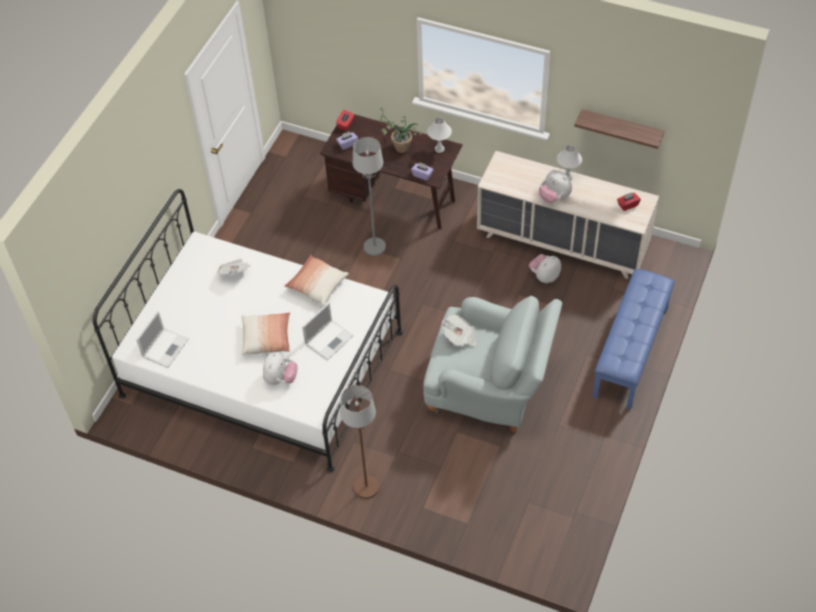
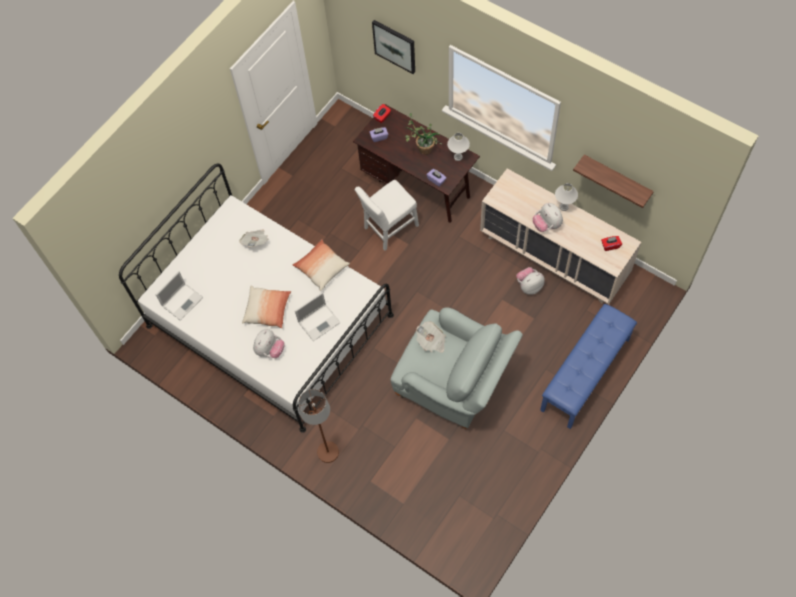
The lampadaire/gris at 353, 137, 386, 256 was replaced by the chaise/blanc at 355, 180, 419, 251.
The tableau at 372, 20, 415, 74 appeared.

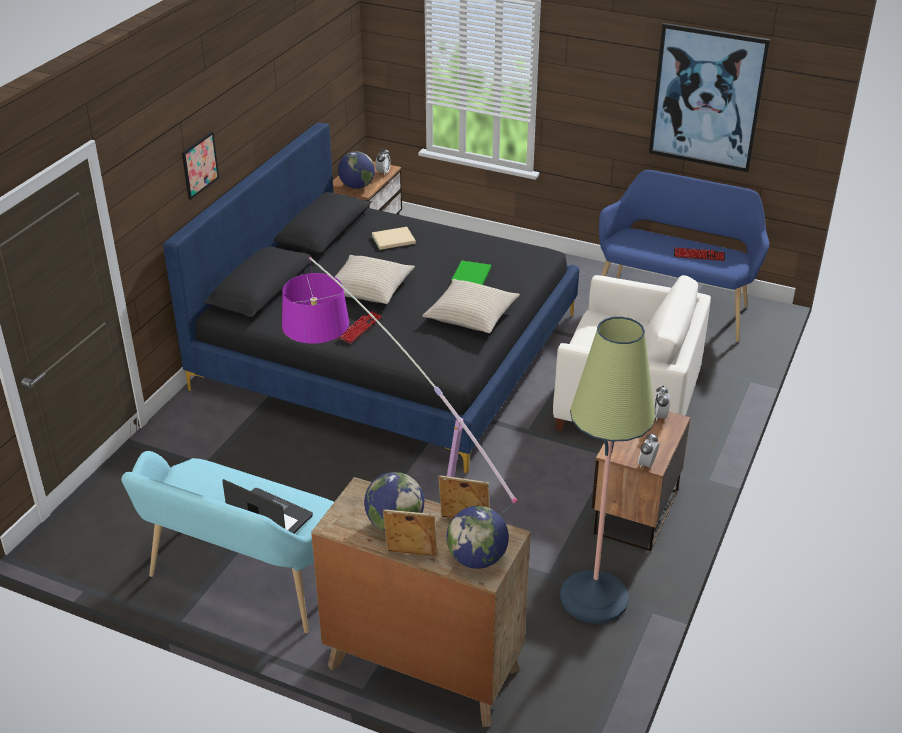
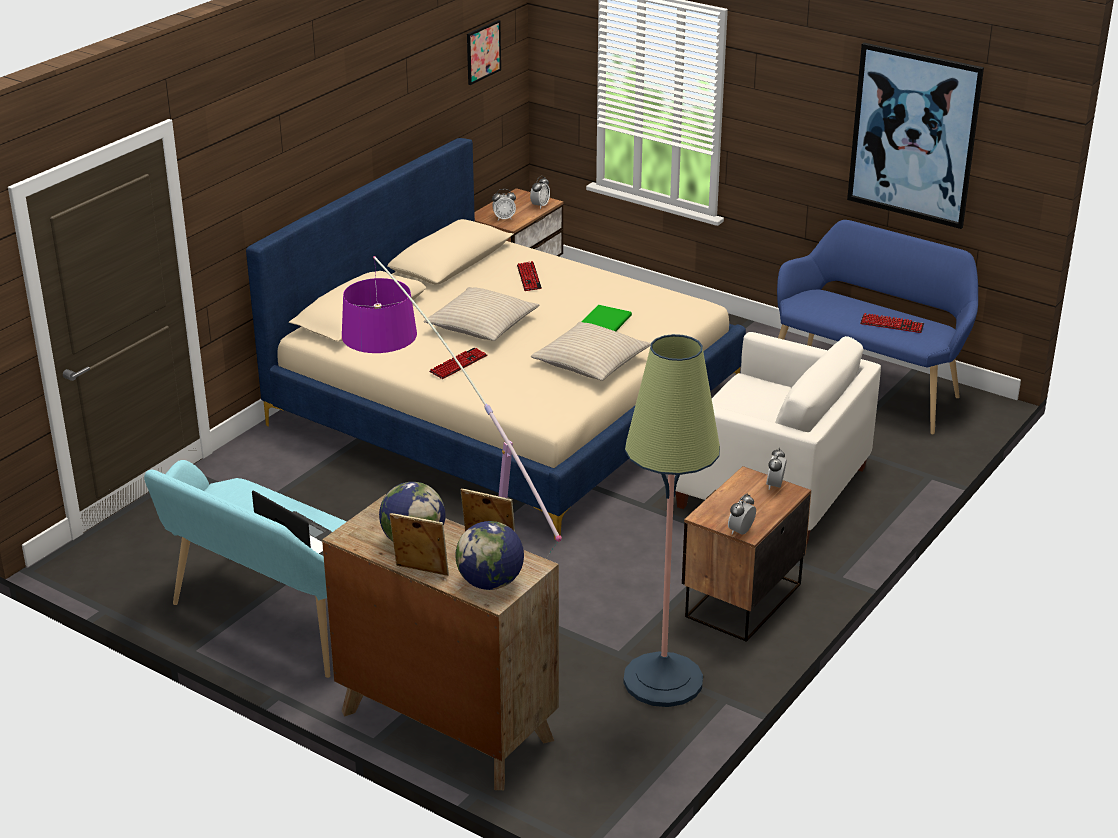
The lit/noir at 163, 123, 579, 473 became the lit/beige at 246, 138, 746, 540.
The tableau moved from 182, 132, 219, 200 to 467, 20, 501, 85.
The globe at 338, 151, 375, 189 was replaced by the réveil at 492, 189, 516, 220.
The livre/beige at 372, 227, 416, 250 was replaced by the clavier at 517, 261, 542, 291.

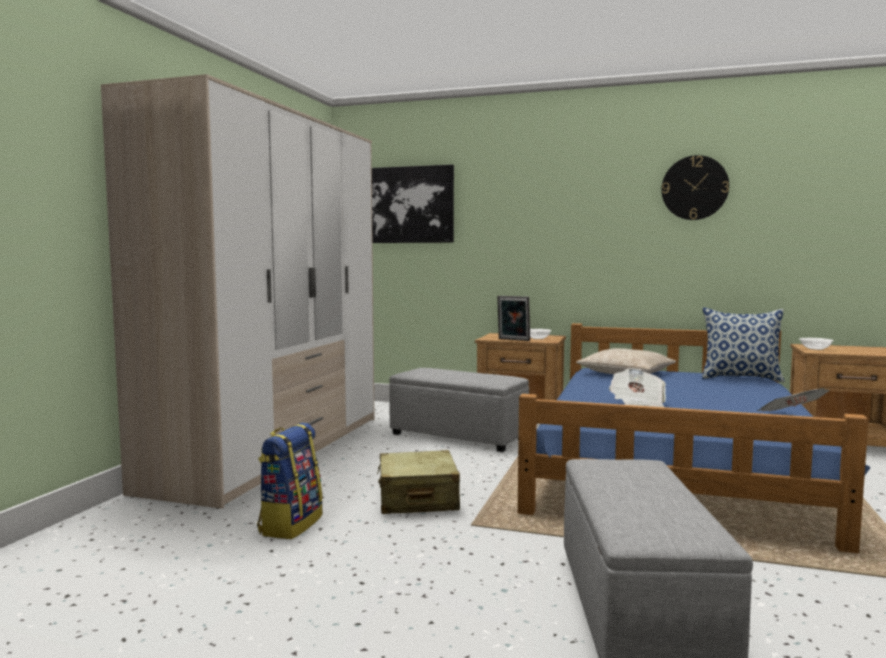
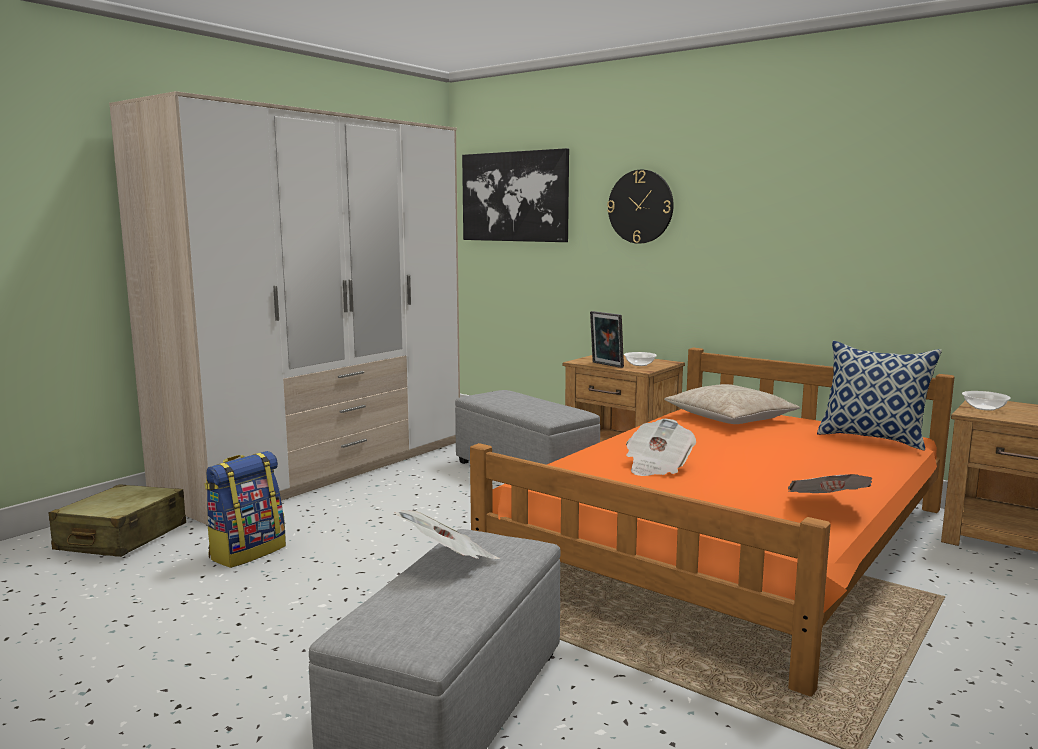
The valise/beige moved from 377, 450, 460, 514 to 48, 484, 186, 557.
The journal at 394, 510, 500, 559 appeared.
The lit/bleu at 518, 323, 871, 553 became the lit/orange at 470, 348, 955, 696.
The horloge murale moved from 661, 155, 729, 220 to 607, 170, 673, 244.

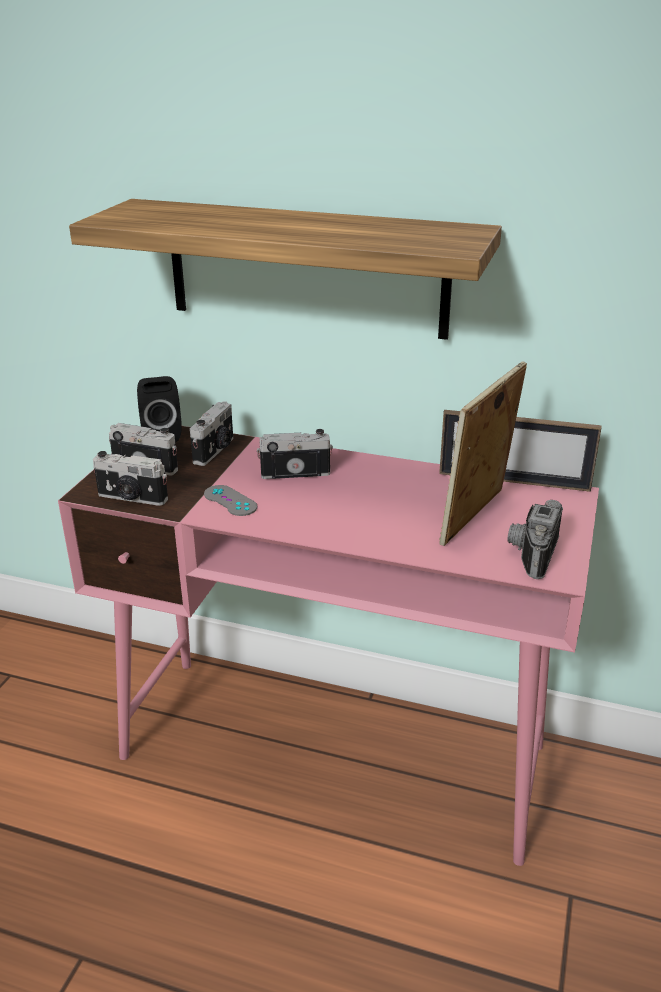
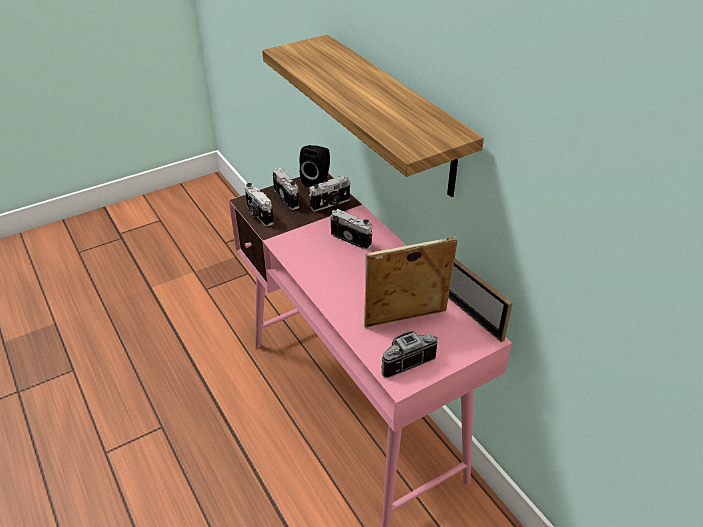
The manette/gris at 204, 485, 257, 516 disappeared.

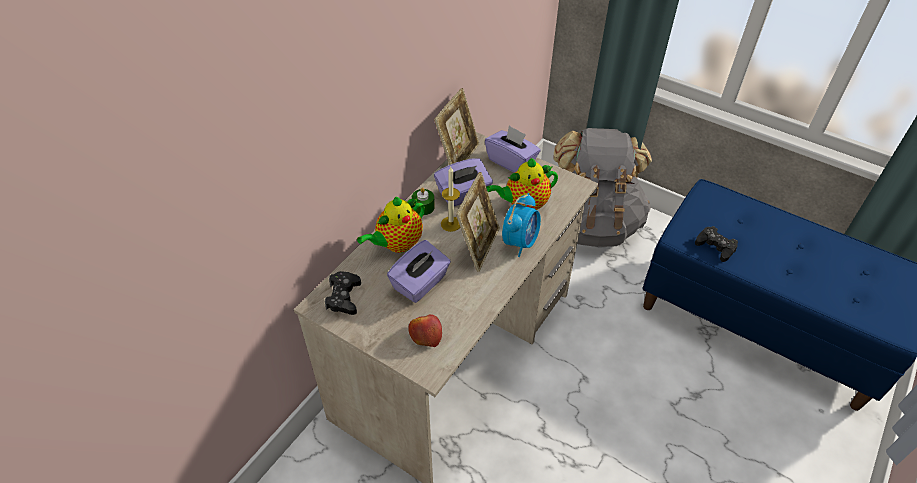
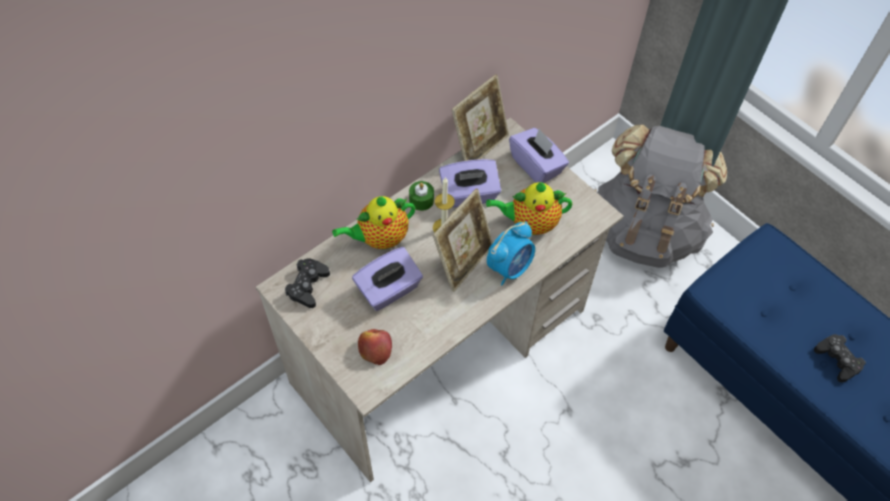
The manette/noir moved from 695, 226, 738, 262 to 814, 334, 866, 382.

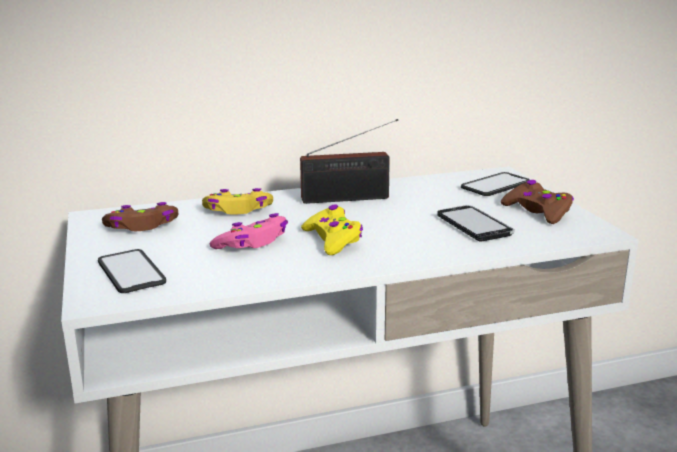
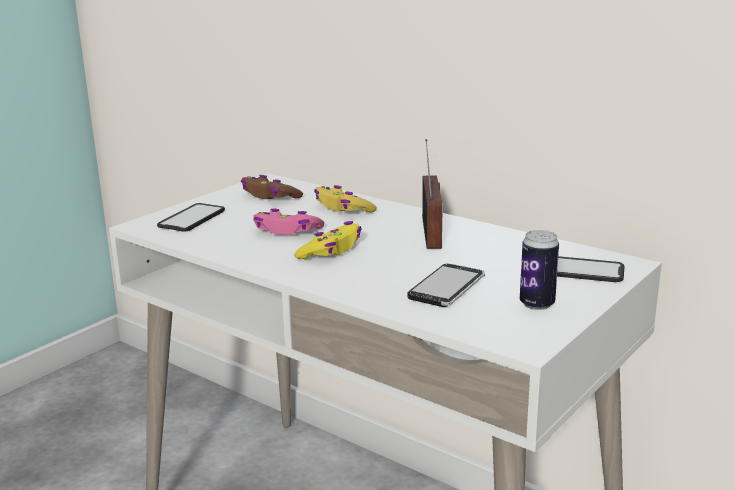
The radio at 300, 119, 398, 204 turned 135 degrees counterclockwise.
The manette/marron at 501, 180, 574, 224 was replaced by the boîte métallique at 520, 230, 559, 310.

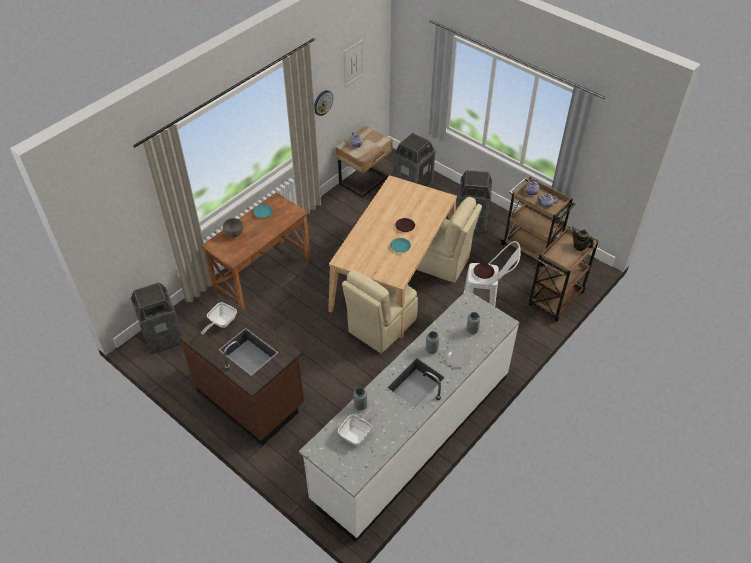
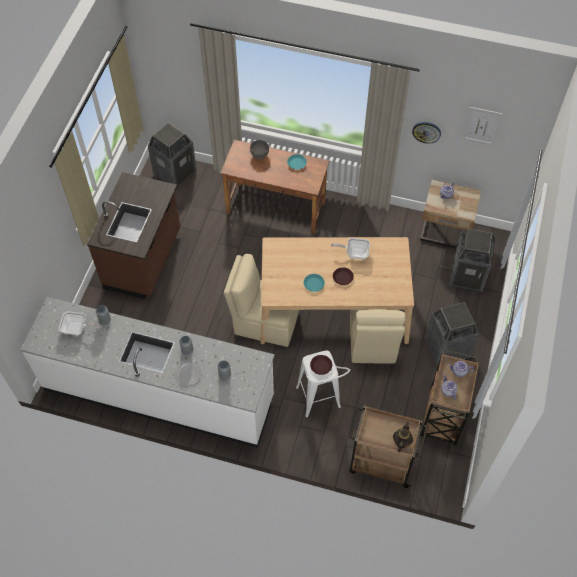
The poêle moved from 201, 302, 237, 335 to 331, 238, 370, 260.

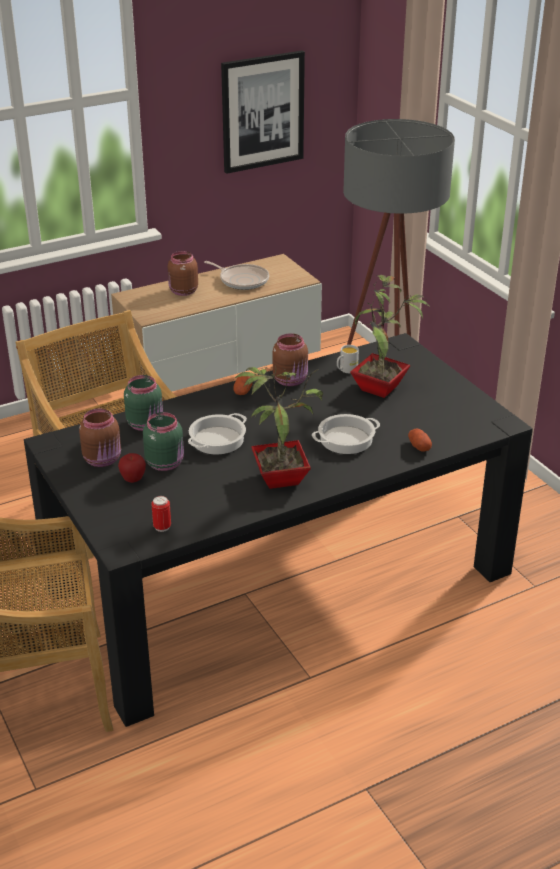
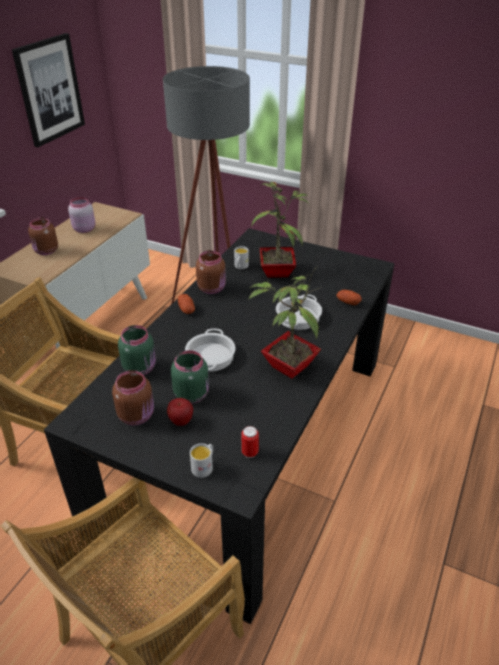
The poêle at 204, 261, 269, 290 was replaced by the bocal/rose at 68, 197, 95, 233.
The mug/blanc at 190, 443, 213, 478 appeared.

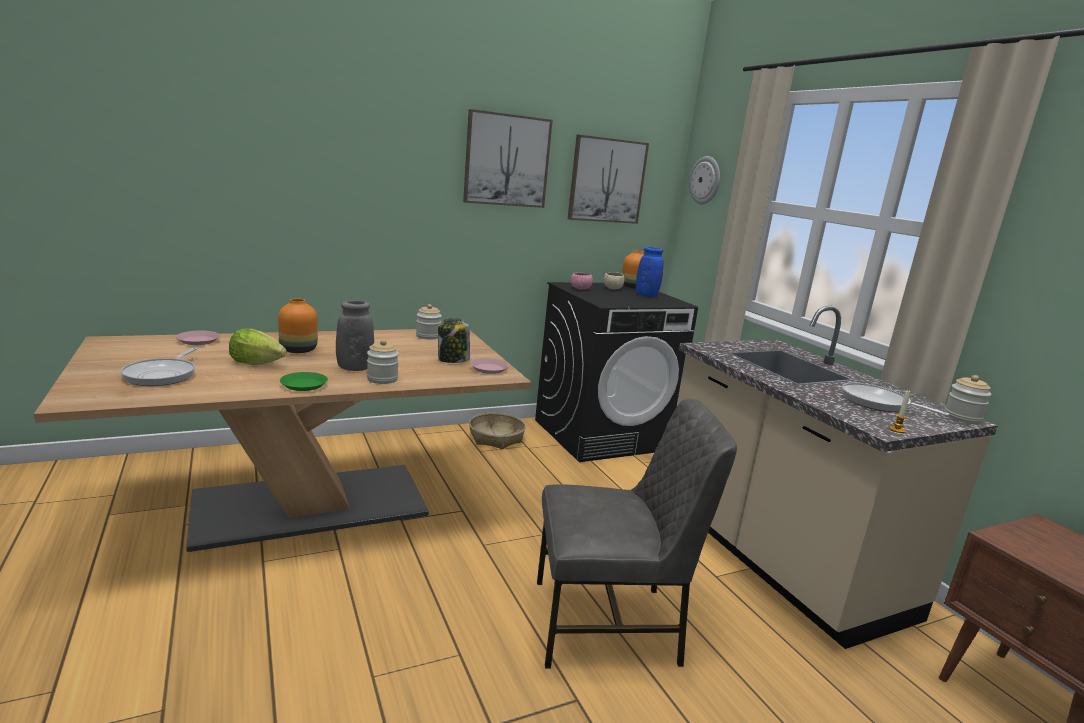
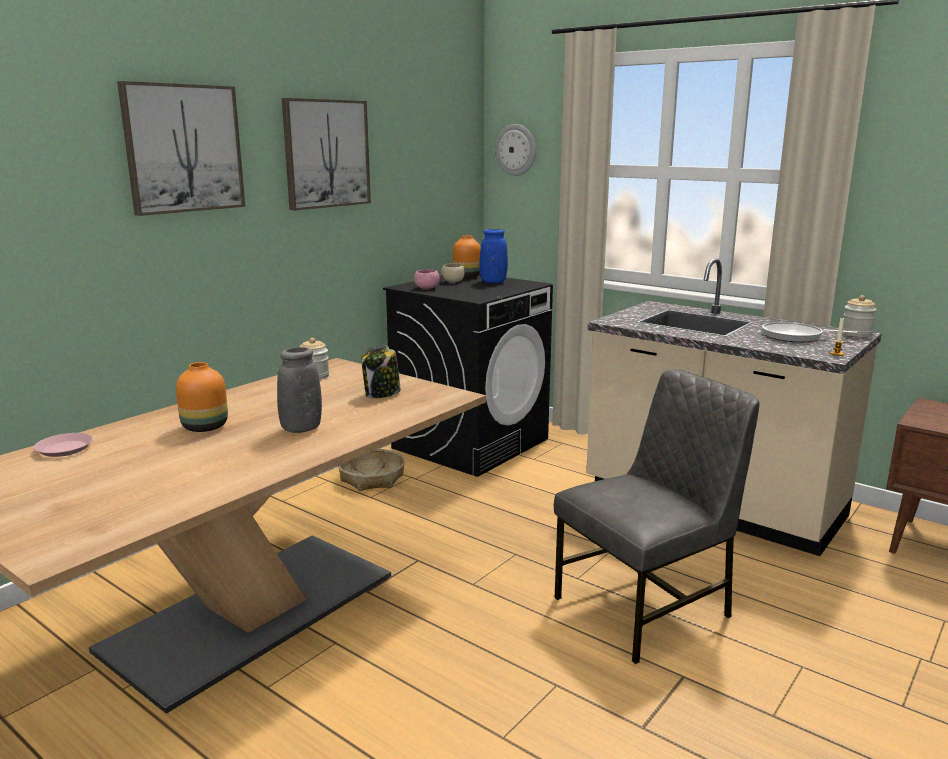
The tableau moved from 568, 135, 649, 224 to 117, 81, 245, 216.
The poêle at 120, 347, 198, 386 disappeared.
The laitue at 229, 328, 286, 365 disappeared.
The assiette/vert at 280, 372, 328, 391 disappeared.
The bocal at 367, 339, 399, 384 disappeared.
The assiette/rose at 470, 358, 509, 374 disappeared.

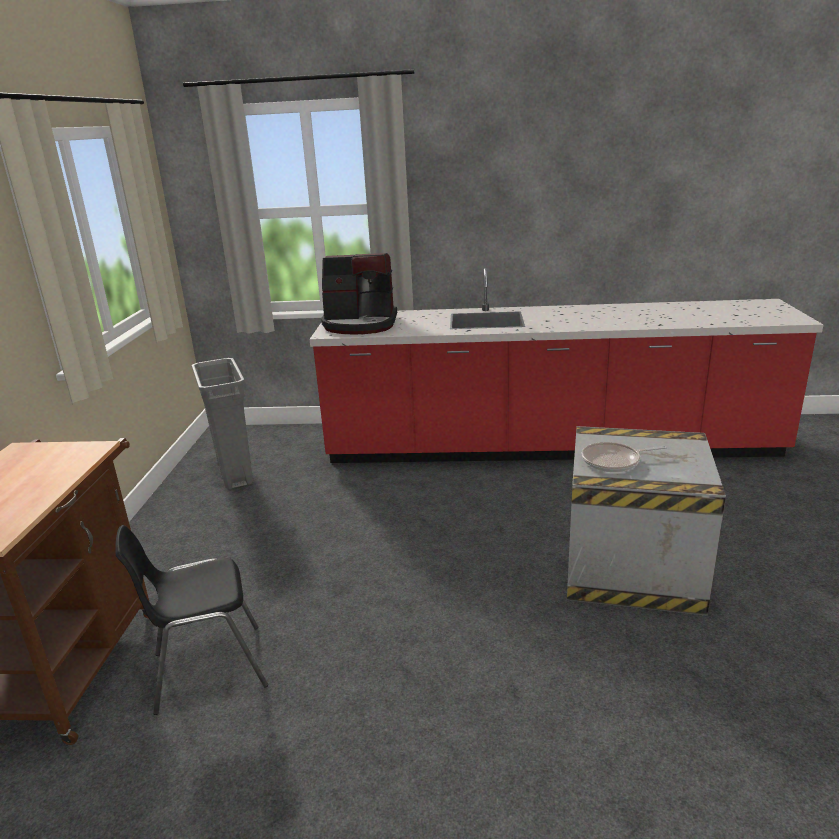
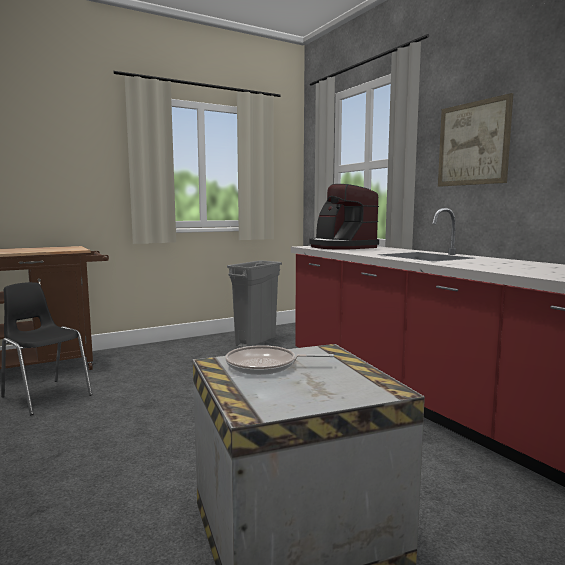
The poêle at 582, 442, 667, 472 turned 45 degrees counterclockwise.
The tableau at 438, 93, 513, 187 appeared.

